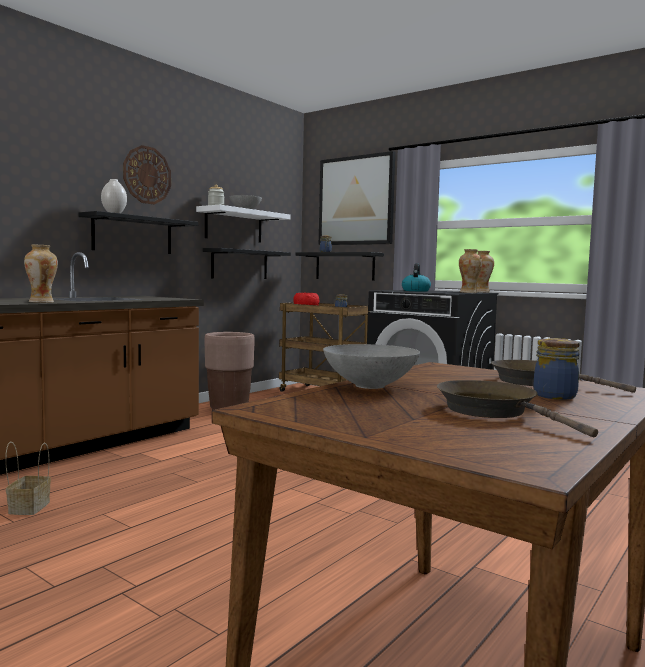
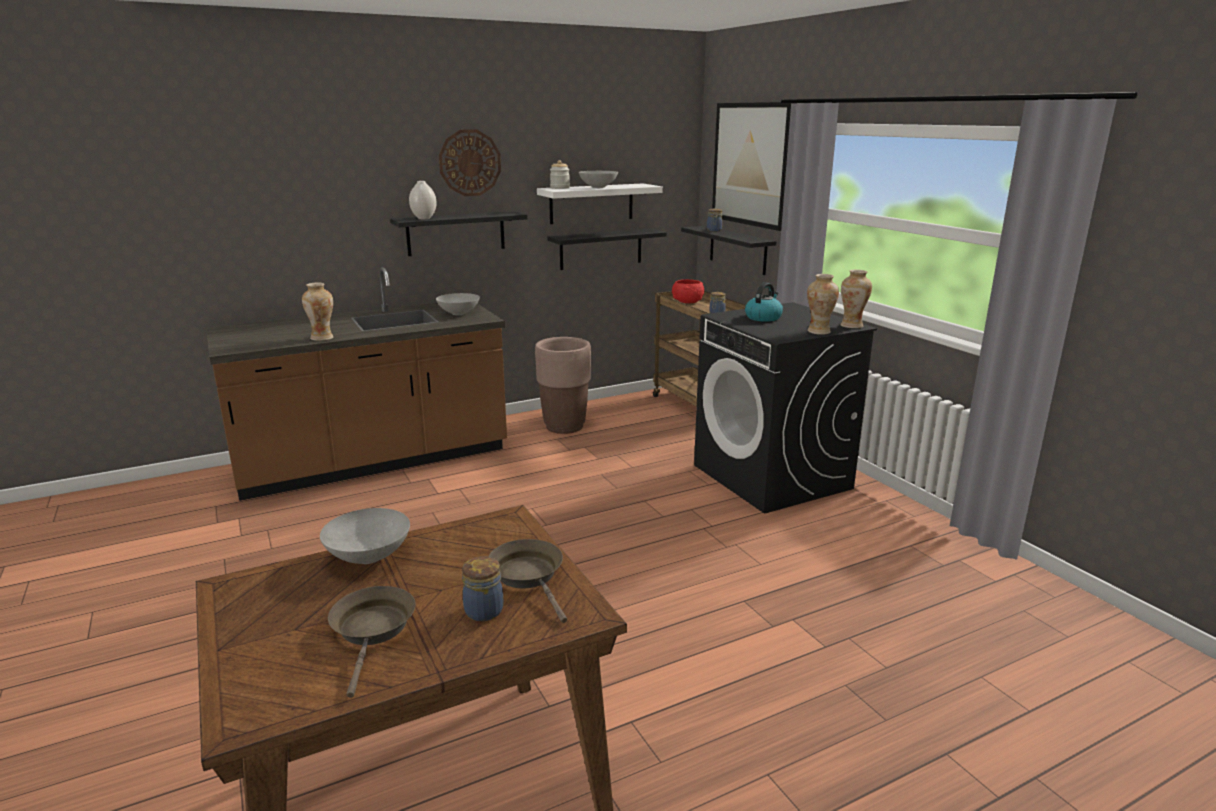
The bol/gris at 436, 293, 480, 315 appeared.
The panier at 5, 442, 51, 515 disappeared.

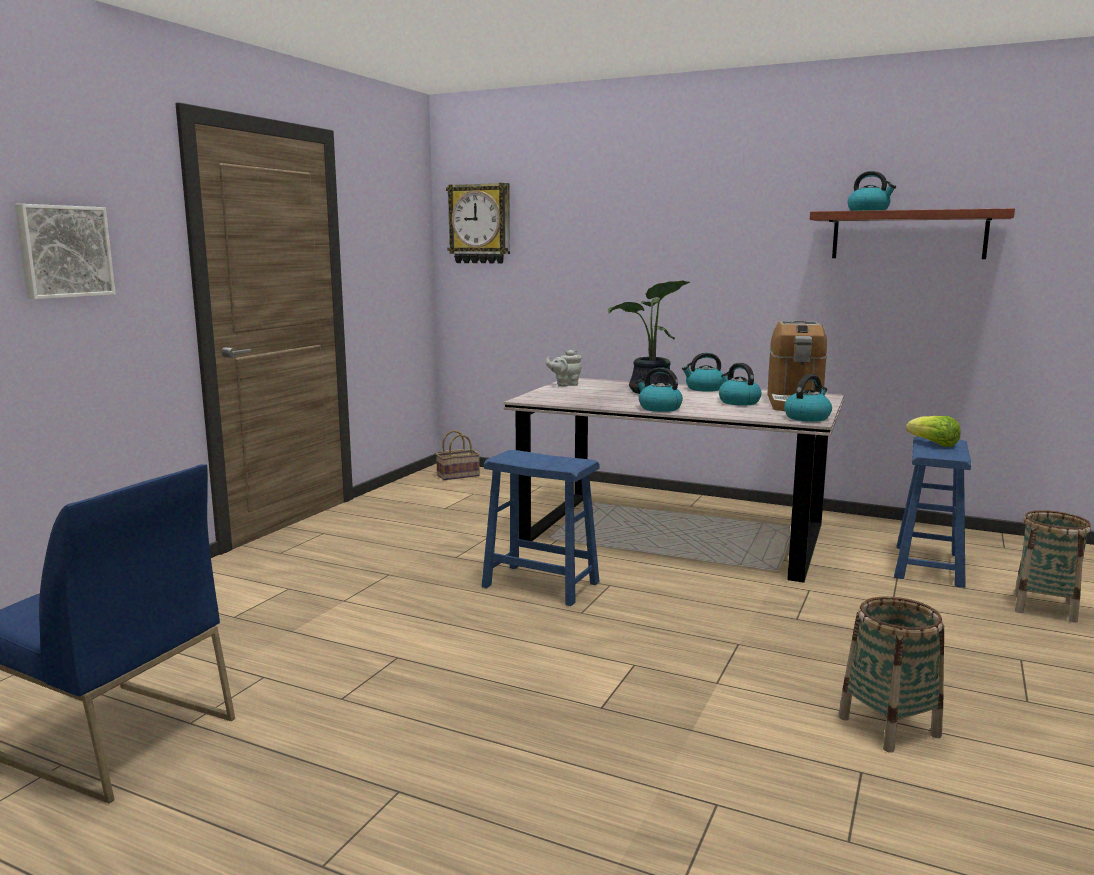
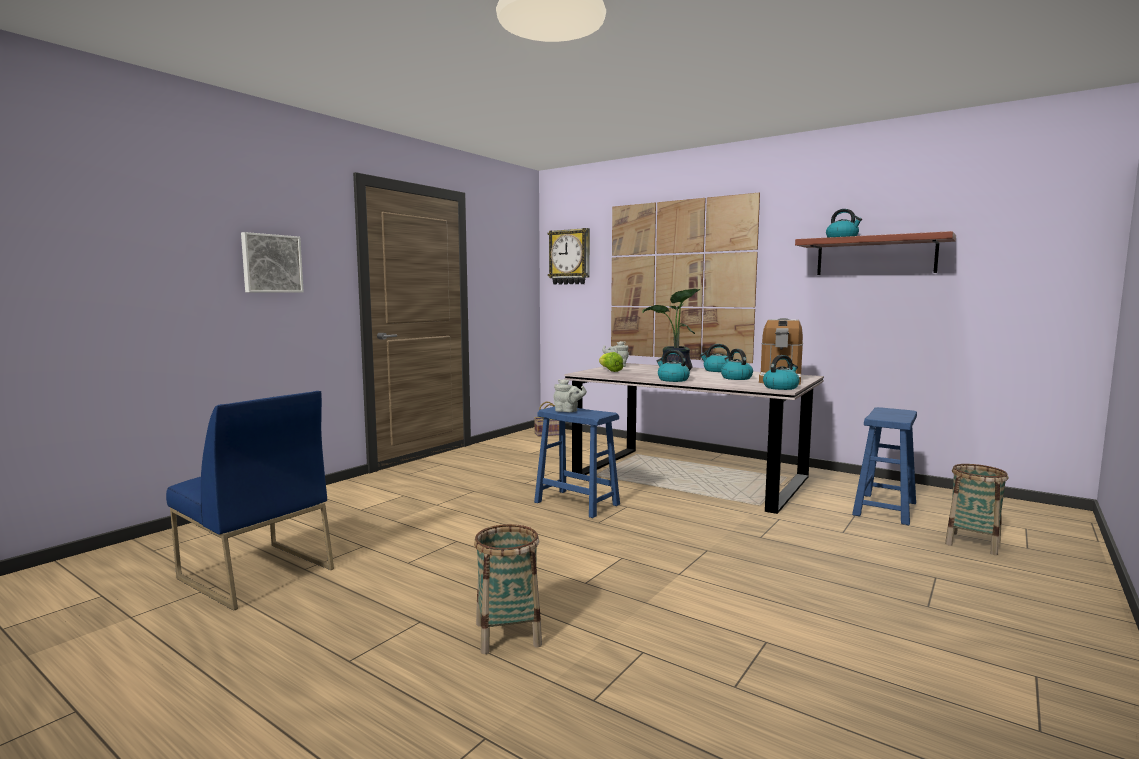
The panier moved from 838, 597, 944, 752 to 474, 524, 542, 654.
The théière/gris at 553, 379, 587, 412 appeared.
The laitue moved from 906, 416, 961, 447 to 599, 352, 624, 372.
The tableau at 611, 193, 760, 363 appeared.

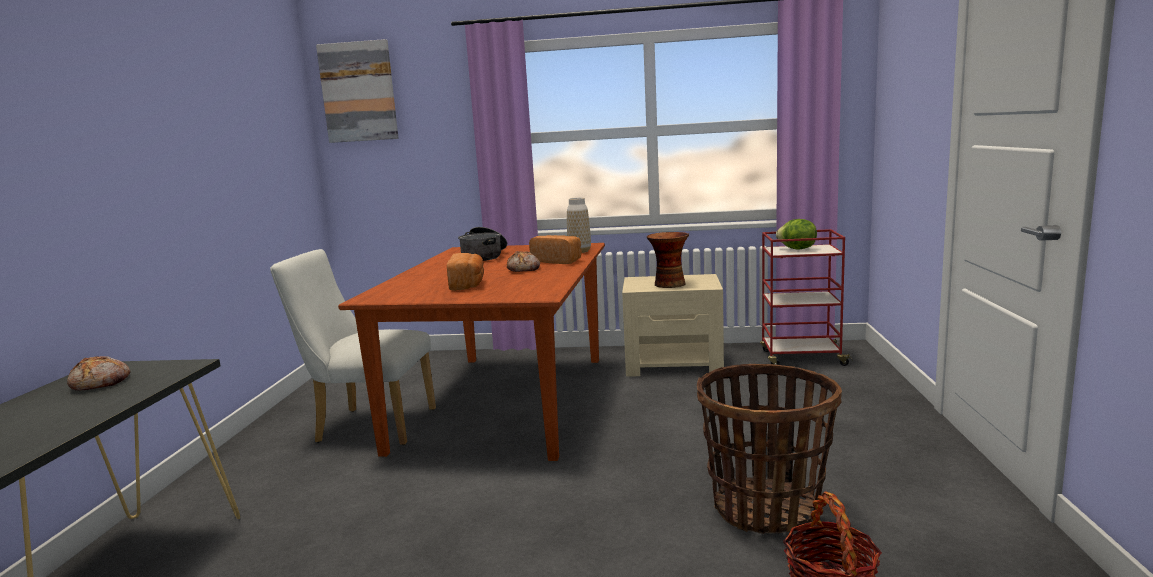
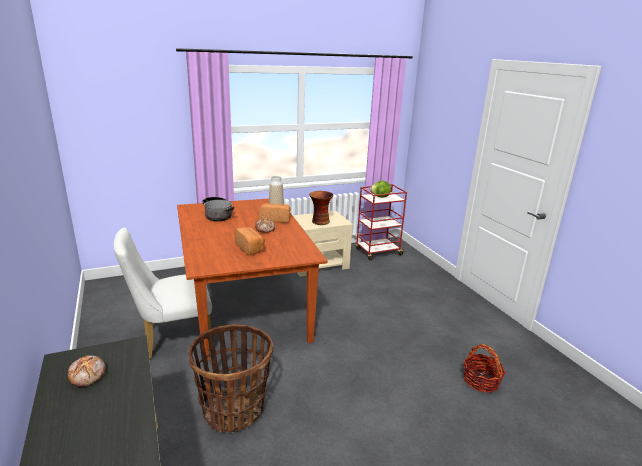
The panier moved from 697, 364, 842, 534 to 188, 324, 273, 433.
The tableau at 316, 39, 399, 143 disappeared.

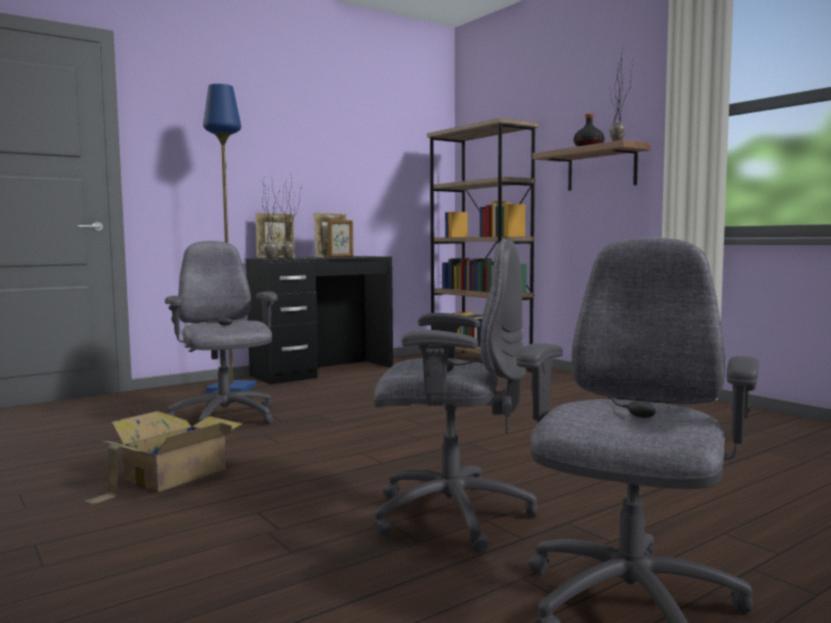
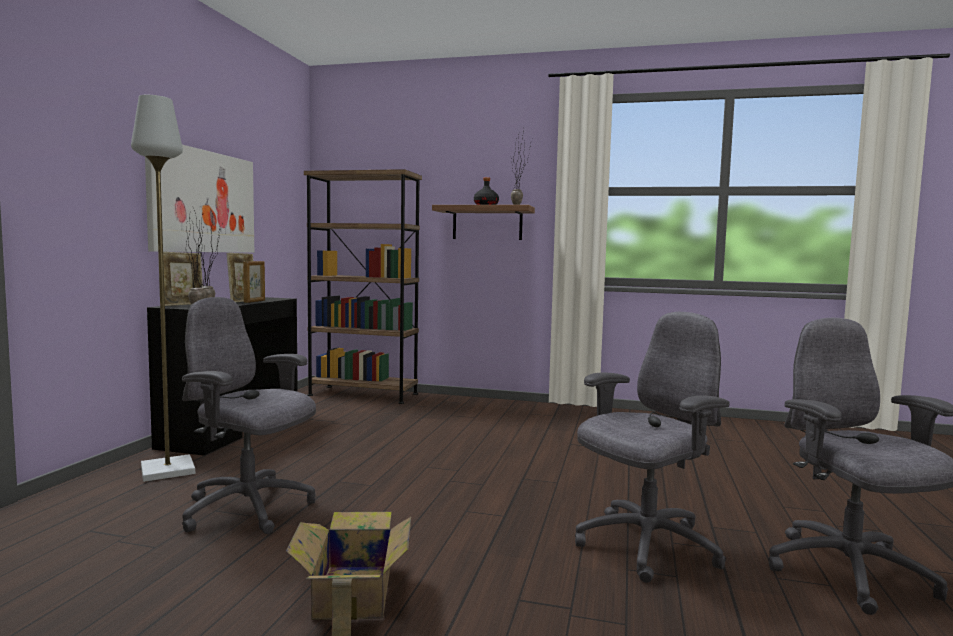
The lampadaire/bleu at 203, 84, 257, 393 became the lampadaire/gris at 131, 95, 195, 482.
The tableau at 145, 145, 254, 253 appeared.

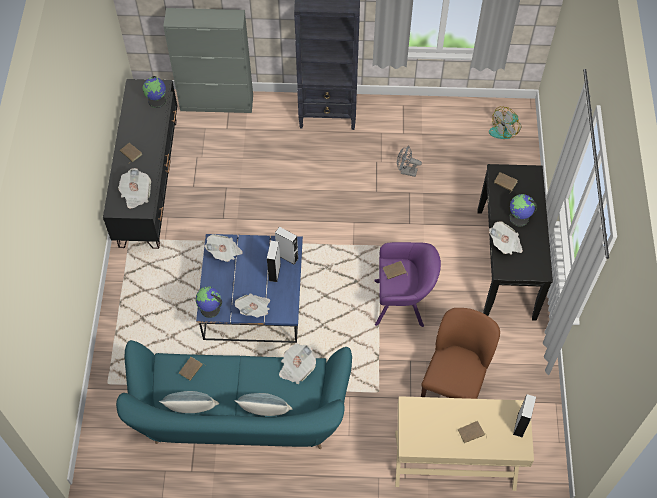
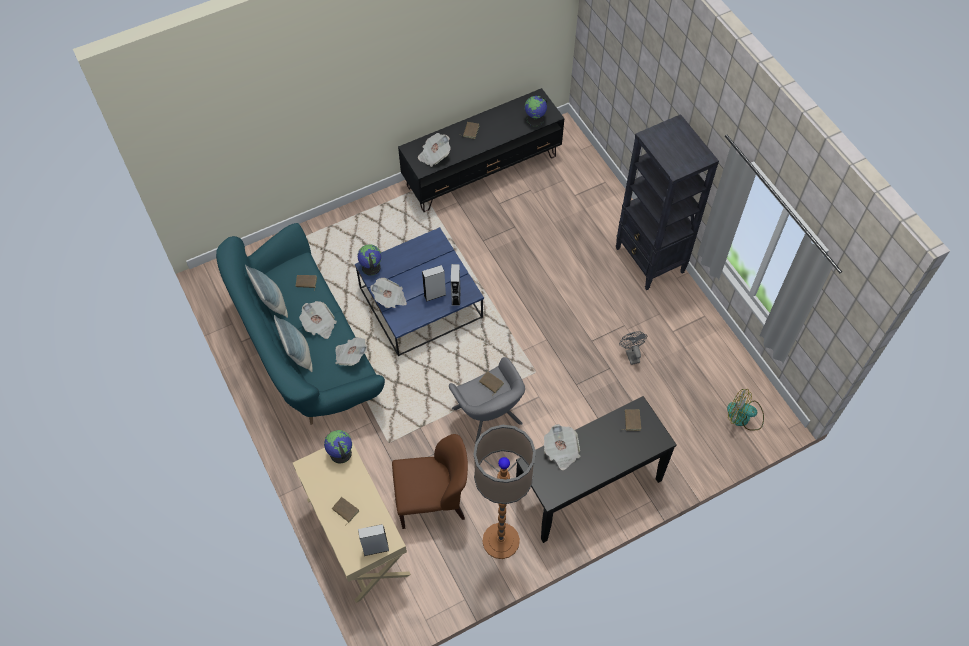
The journal moved from 205, 234, 243, 262 to 299, 301, 337, 339.
The globe moved from 509, 194, 537, 226 to 324, 430, 352, 463.
The fauteuil/violet at 374, 242, 441, 327 became the fauteuil/gris at 449, 357, 525, 447.
The lampadaire at 473, 425, 536, 559 appeared.
The meuble de rangement/gris at 163, 8, 253, 113 disappeared.

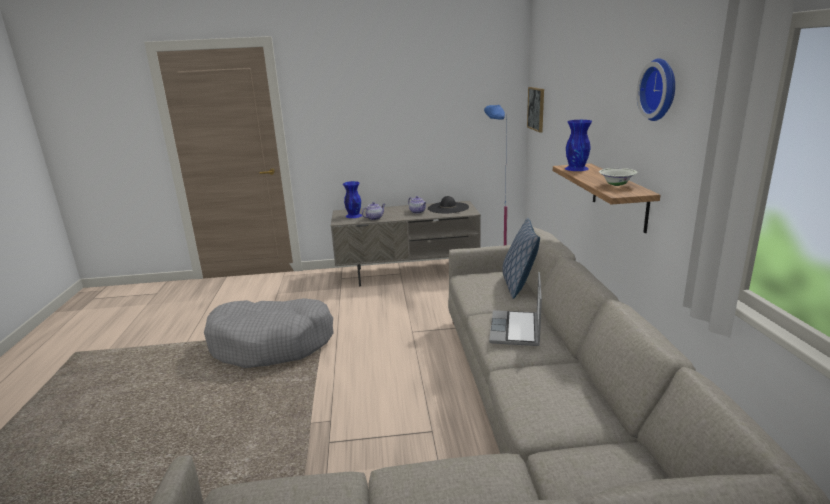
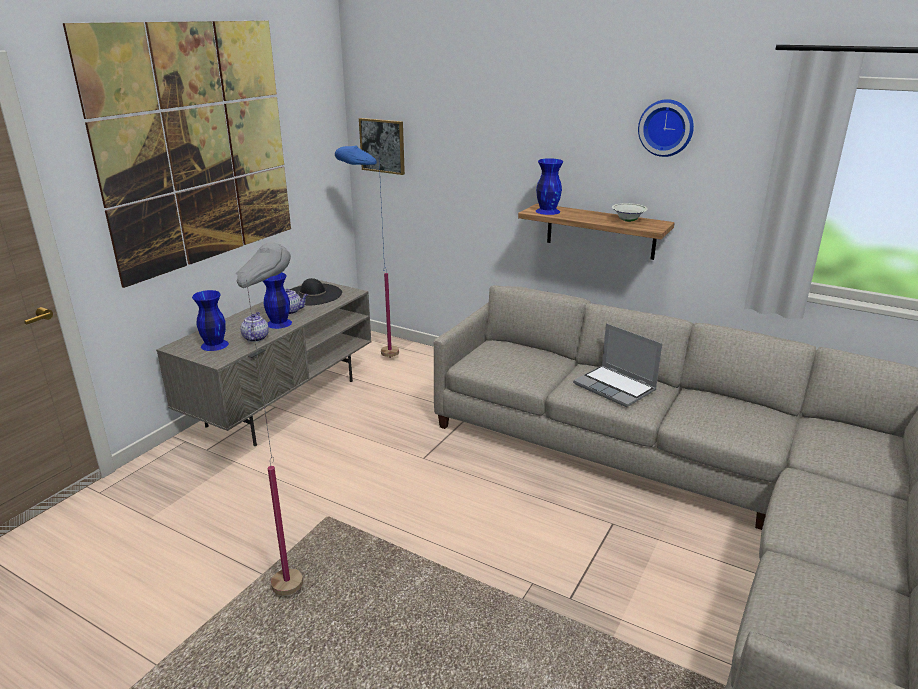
The tableau at 63, 21, 291, 288 appeared.
The panier pour chien/gris at 204, 298, 334, 368 was replaced by the lampadaire/gris at 236, 243, 303, 596.
The vase/bleu at 263, 273, 292, 329 appeared.
The coussin at 503, 218, 540, 299 disappeared.

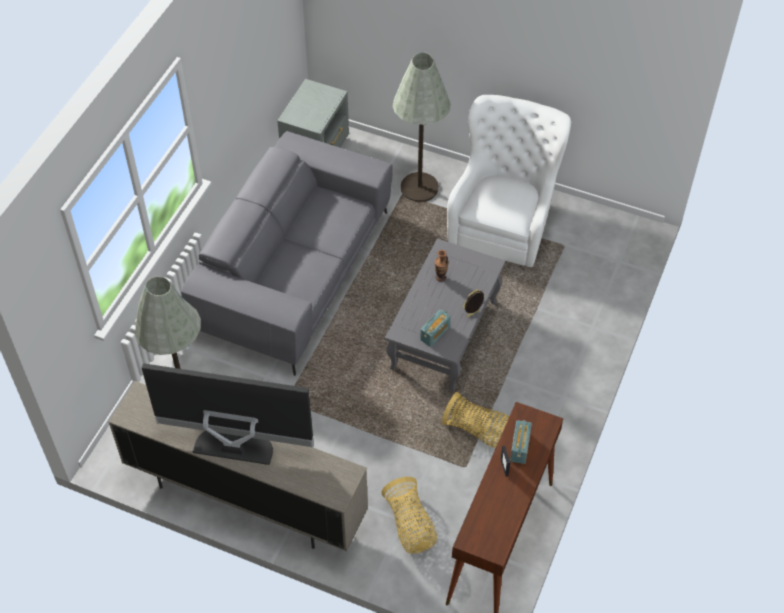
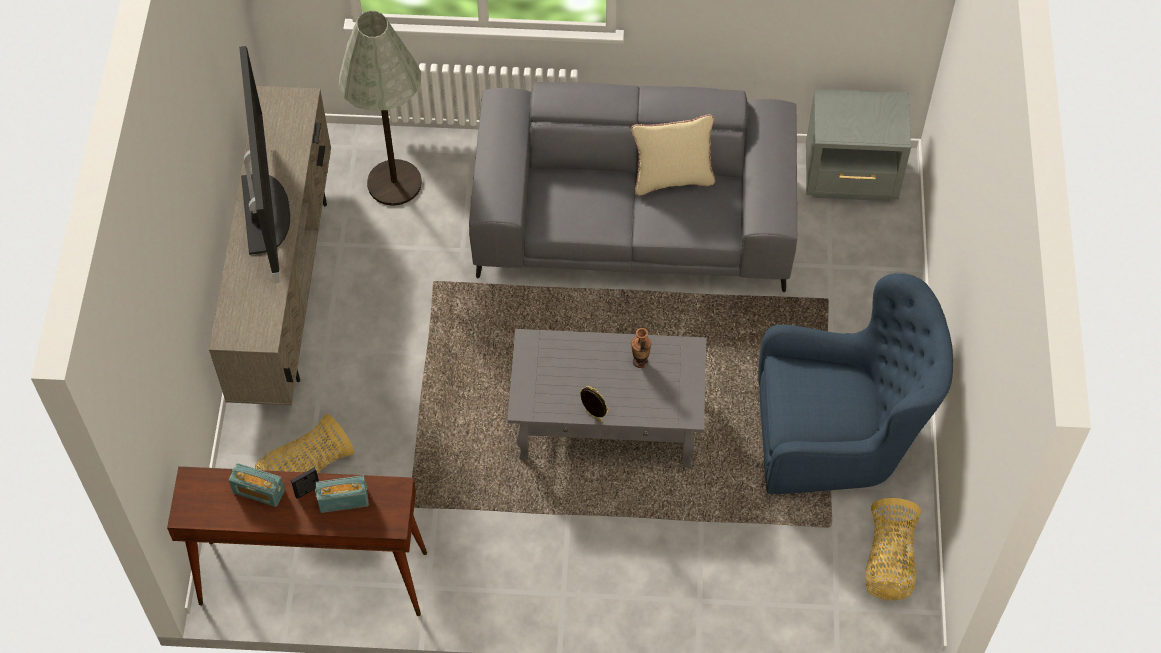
The radio moved from 420, 309, 451, 347 to 229, 463, 285, 507.
The coussin/beige at 631, 114, 715, 196 appeared.
The fauteuil/blanc at 447, 95, 571, 267 became the fauteuil/bleu at 758, 273, 953, 494.
The panier moved from 442, 392, 509, 448 to 866, 498, 921, 600.
The lampadaire/gris at 393, 52, 451, 202 disappeared.

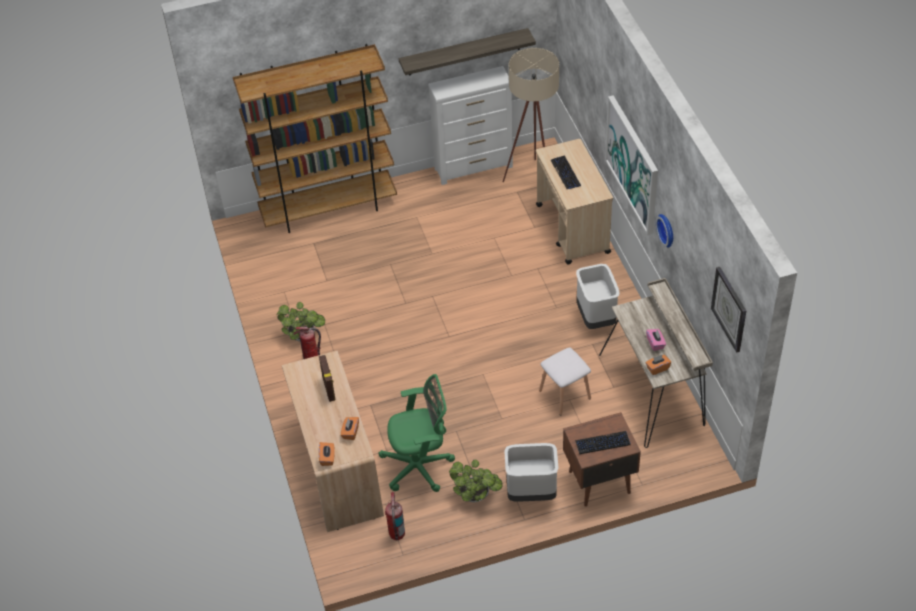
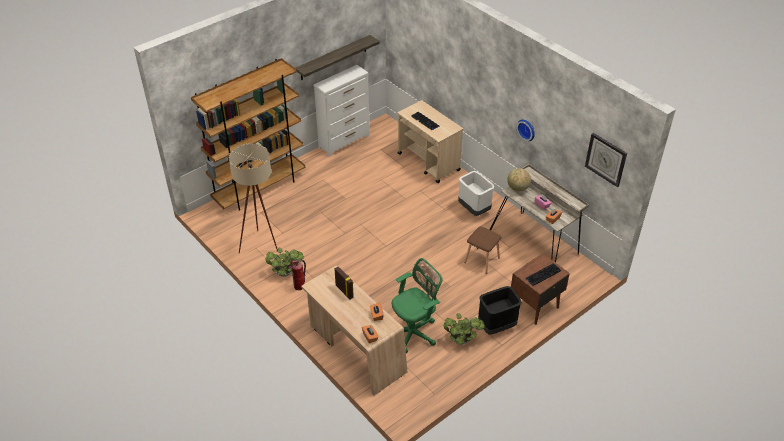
The lampadaire/beige moved from 503, 48, 559, 182 to 229, 143, 278, 253.
The tabouret/blanc at 539, 348, 591, 415 became the tabouret/marron at 464, 226, 502, 274.
The poubelle/blanc at 504, 443, 559, 502 became the poubelle/noir at 478, 286, 522, 335.
The globe at 507, 168, 531, 191 appeared.
The extincteur at 385, 492, 405, 540 disappeared.
The tableau at 605, 95, 658, 236 disappeared.

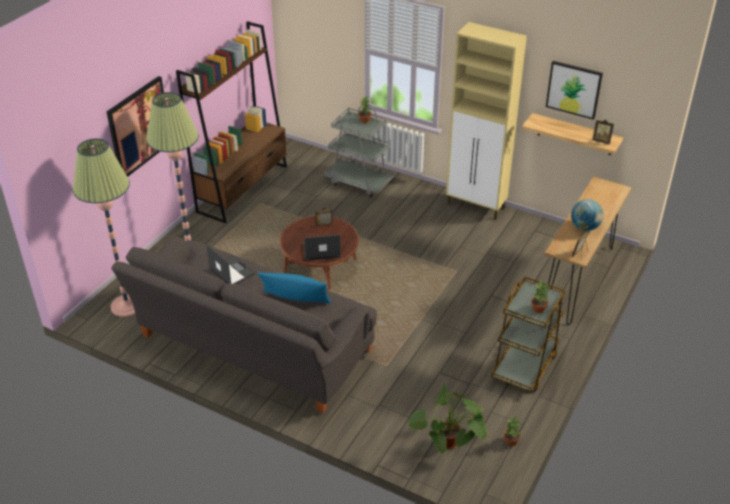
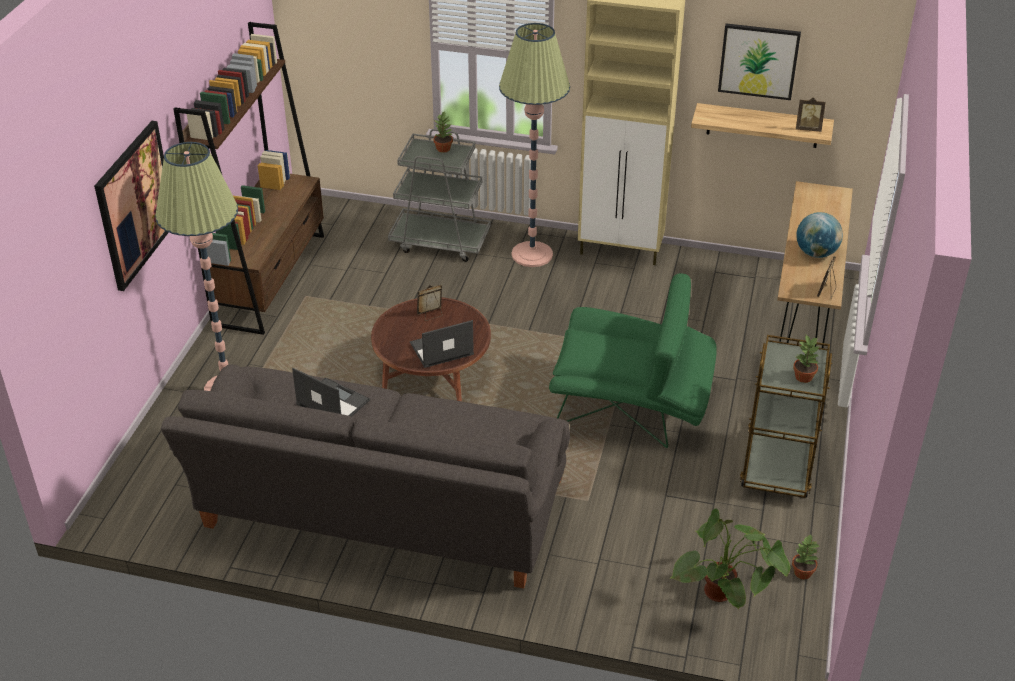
The lampadaire moved from 73, 139, 135, 317 to 499, 23, 570, 267.
The fauteuil/vert at 549, 273, 717, 448 appeared.
The coussin/bleu at 258, 272, 331, 303 disappeared.

